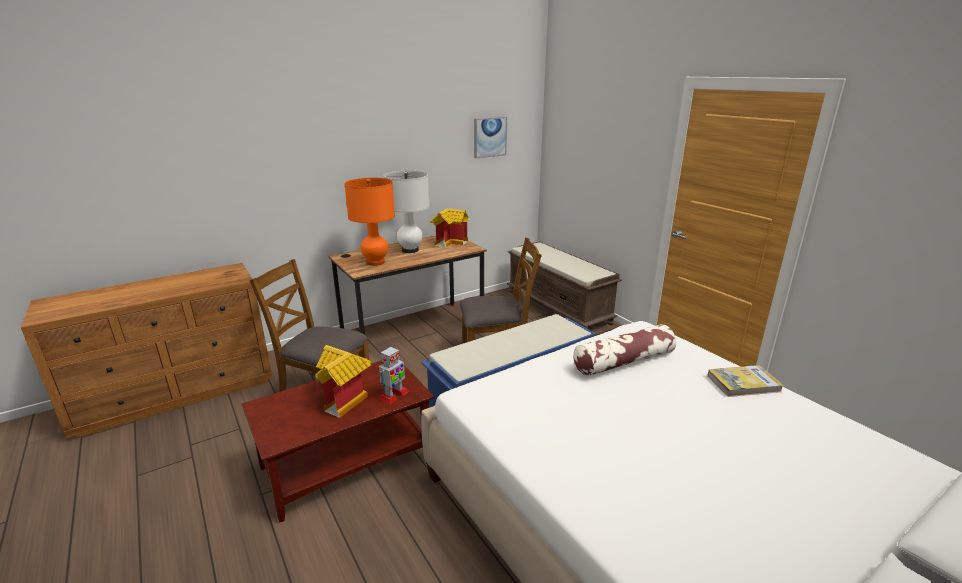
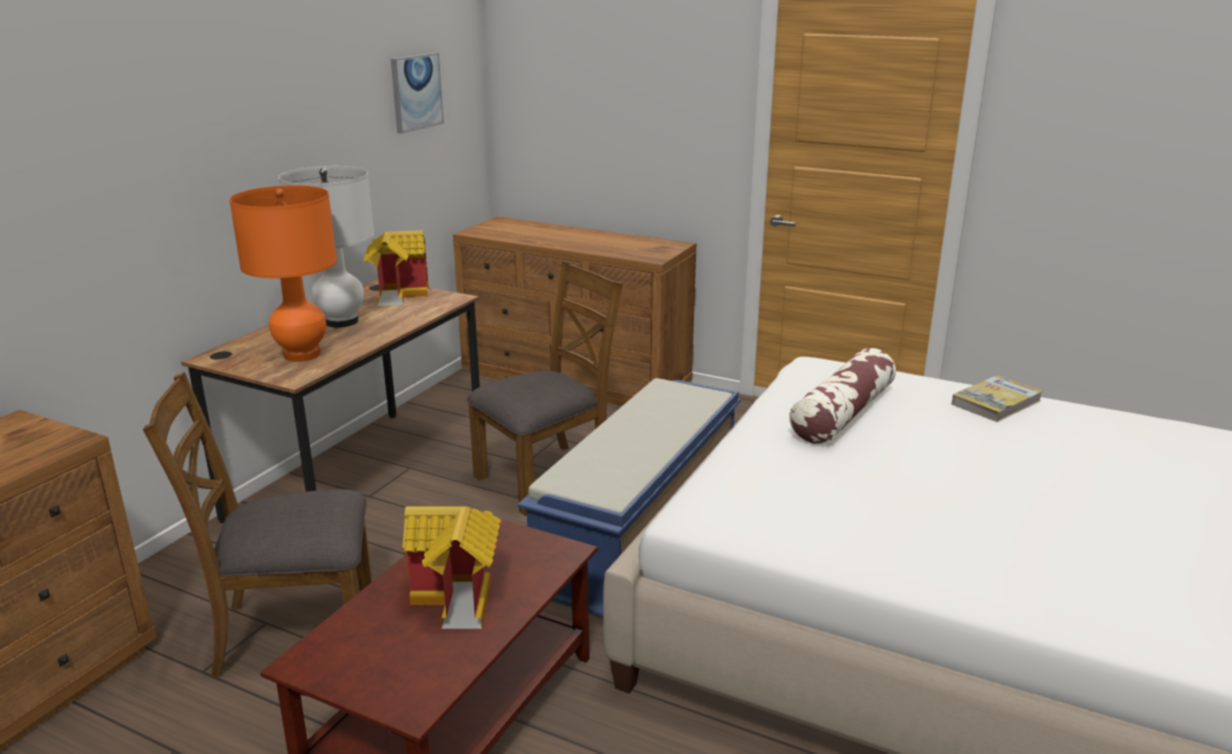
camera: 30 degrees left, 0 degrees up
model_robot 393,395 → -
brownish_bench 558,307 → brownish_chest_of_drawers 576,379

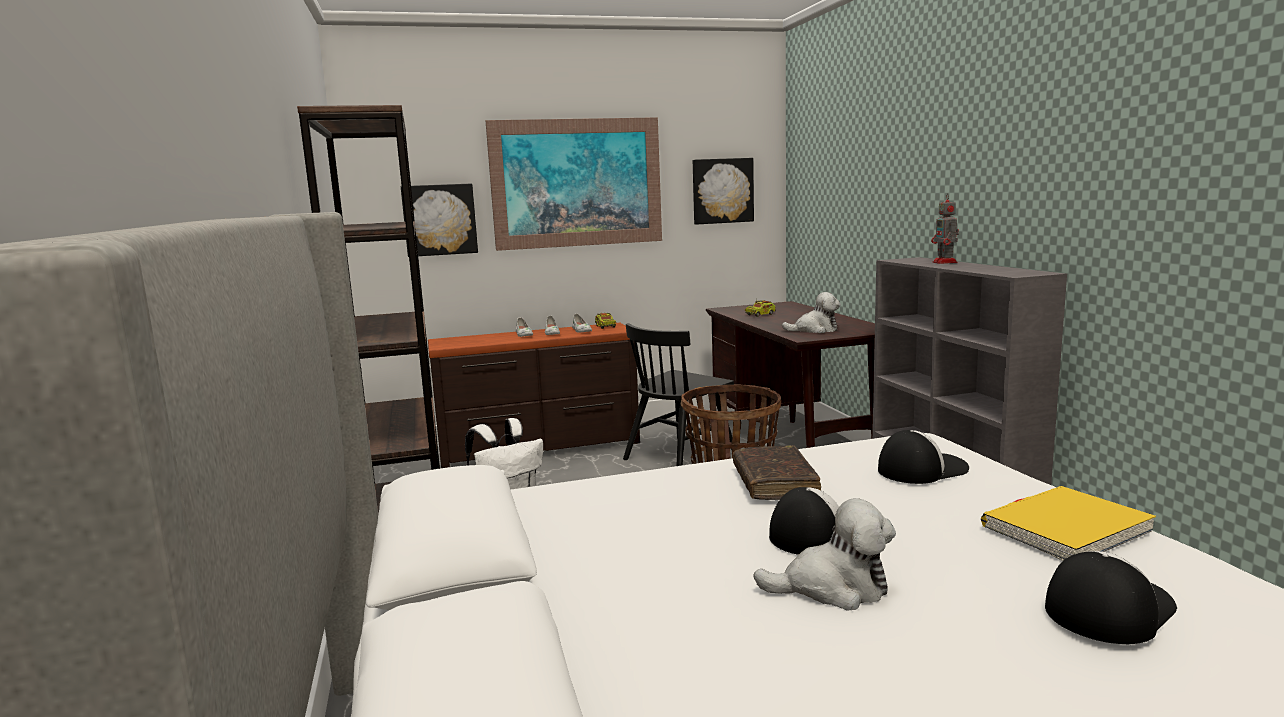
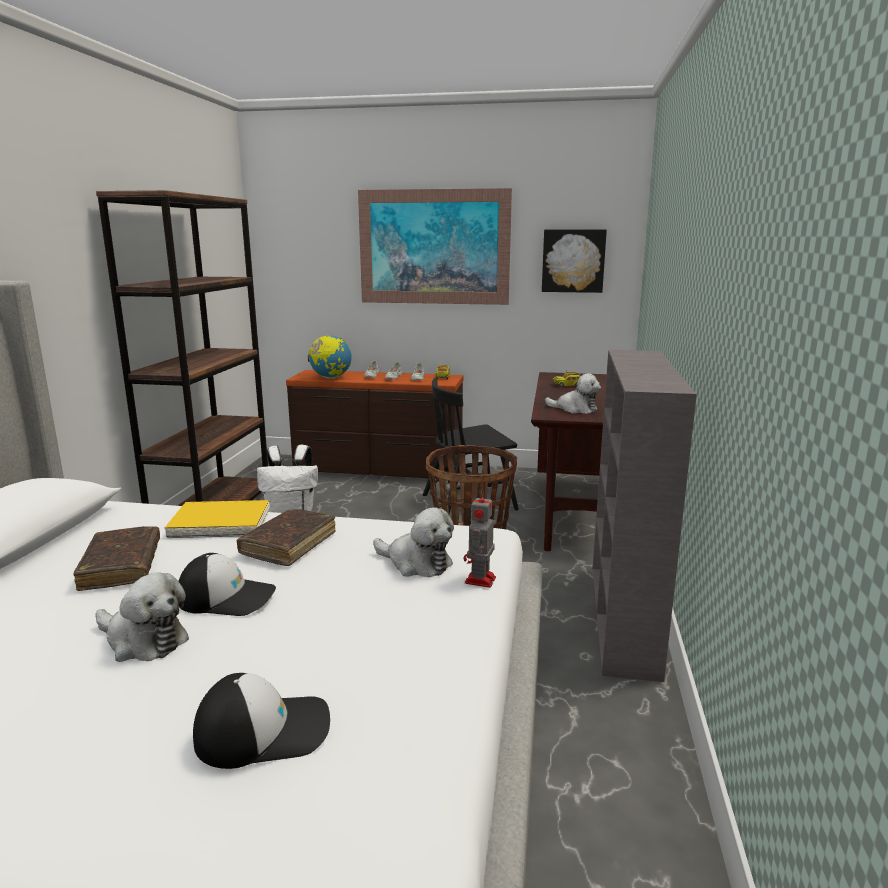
camera: 25 degrees right, 5 degrees up
picture 440,220 → -
baseball_cap 921,469 → cuddly_toy 416,563
model_robot 945,262 → model_robot 479,581, relocated
yellowish_bound_book 1065,530 → yellowish_bound_book 220,523, relocated
- → brownish_bound_book 121,567
- → world_globe 331,378

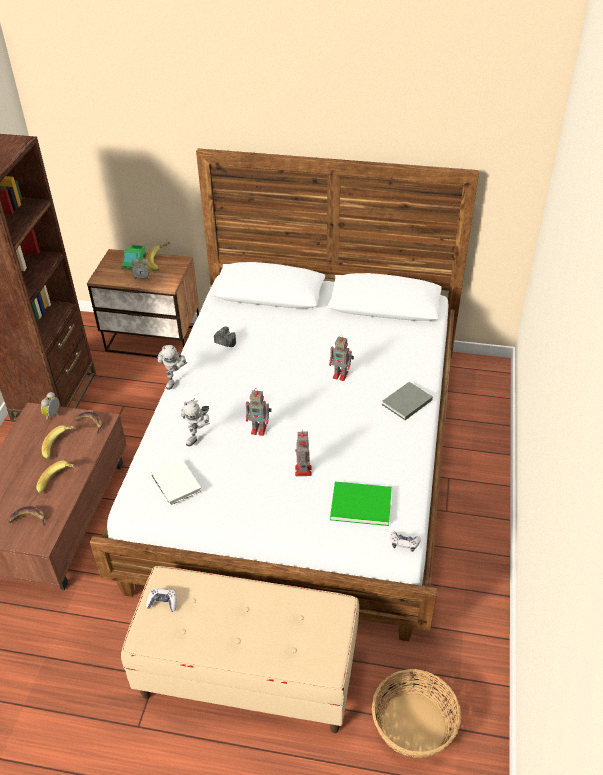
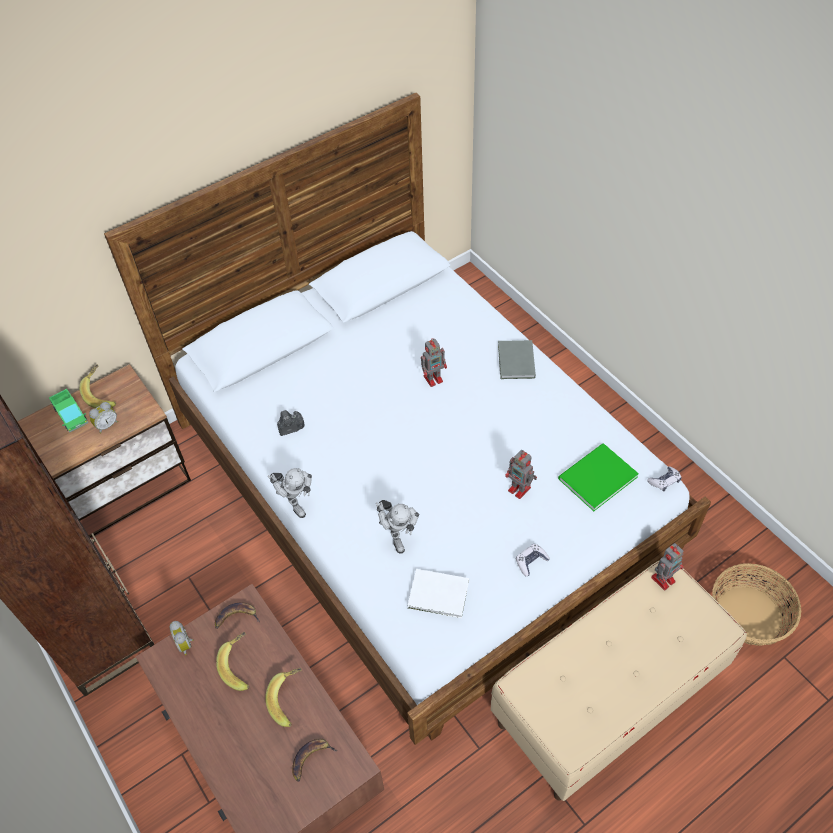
camera: 45 degrees left, 10 degrees up
gamepad 163,602 → gamepad 531,561, relocated
model_robot 259,429 → model_robot 664,578, relocated

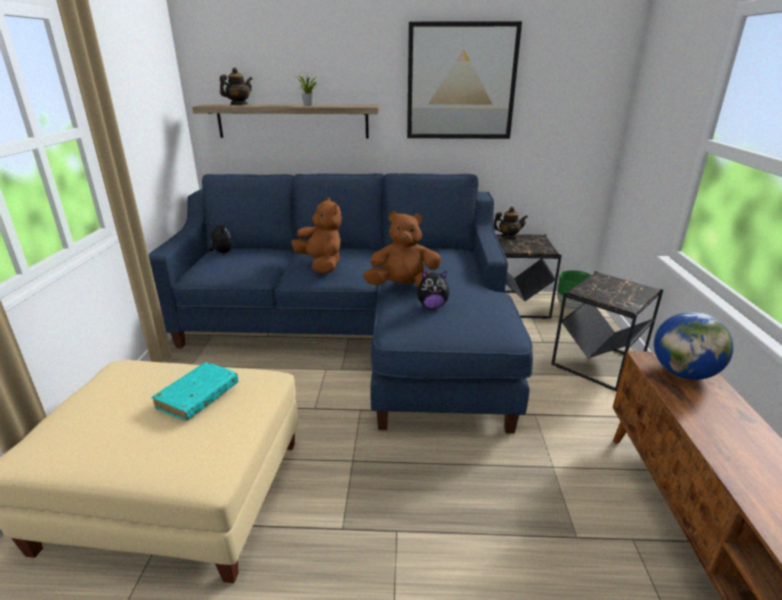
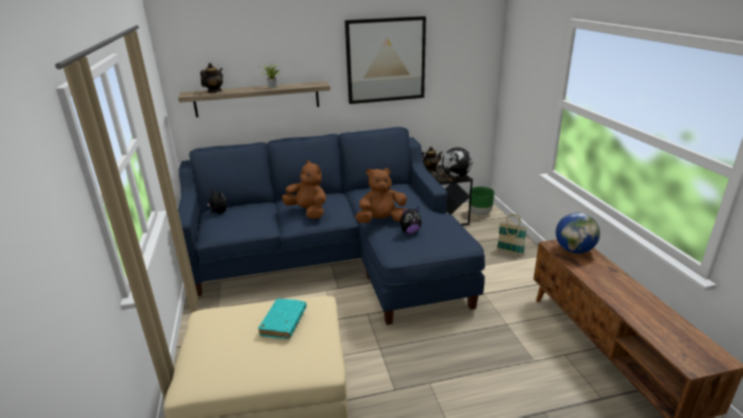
camera: 15 degrees left, 0 degrees up
black_side_table 596,363 → storage_basket 510,251
- → world_globe 456,176

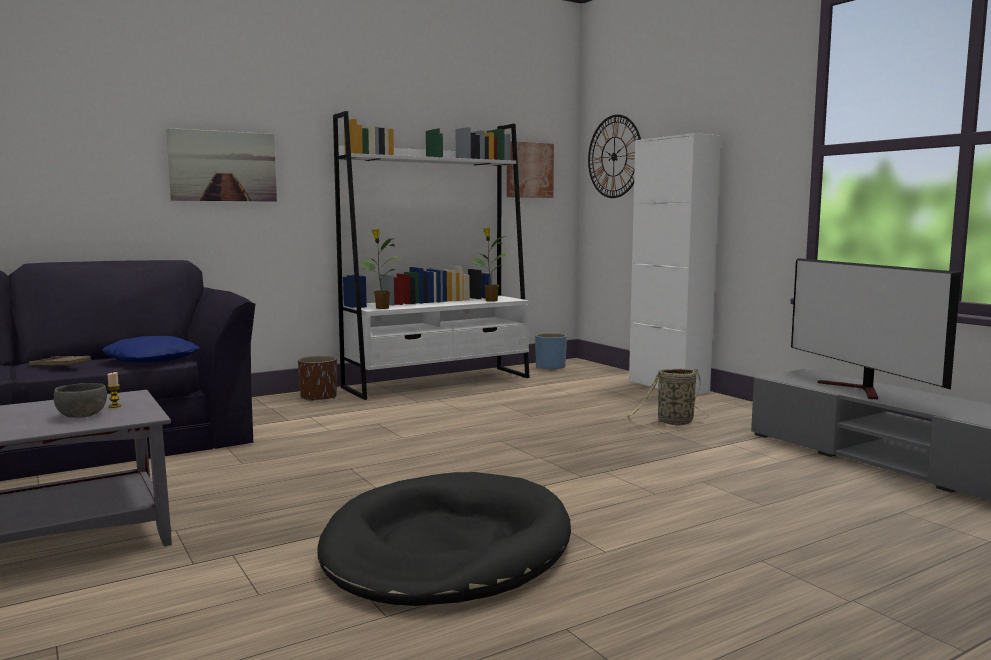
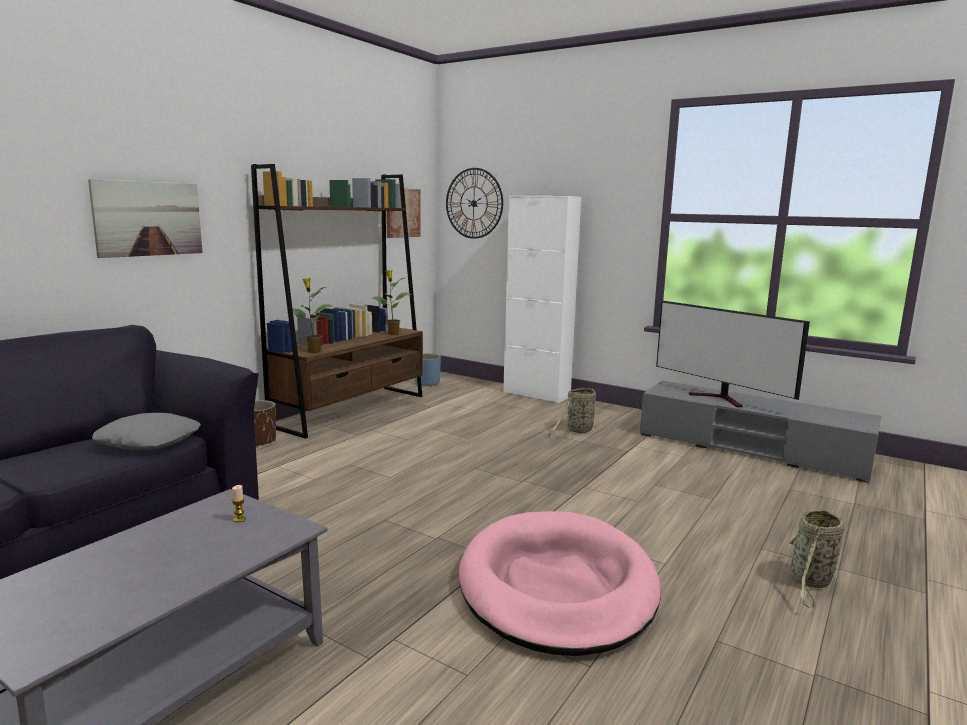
camera: 25 degrees left, 5 degrees up
brownish_serving_tray 60,366 → -
grey_serving_bowl 81,415 → -
blue_pillow 152,359 → grey_pillow 149,441
black_dog_cushion 447,548 → pink-coloured_dog_cushion 557,587
white_shelving_unit 438,382 → brownish_shelving_unit 351,410
- → storage_basket 810,582

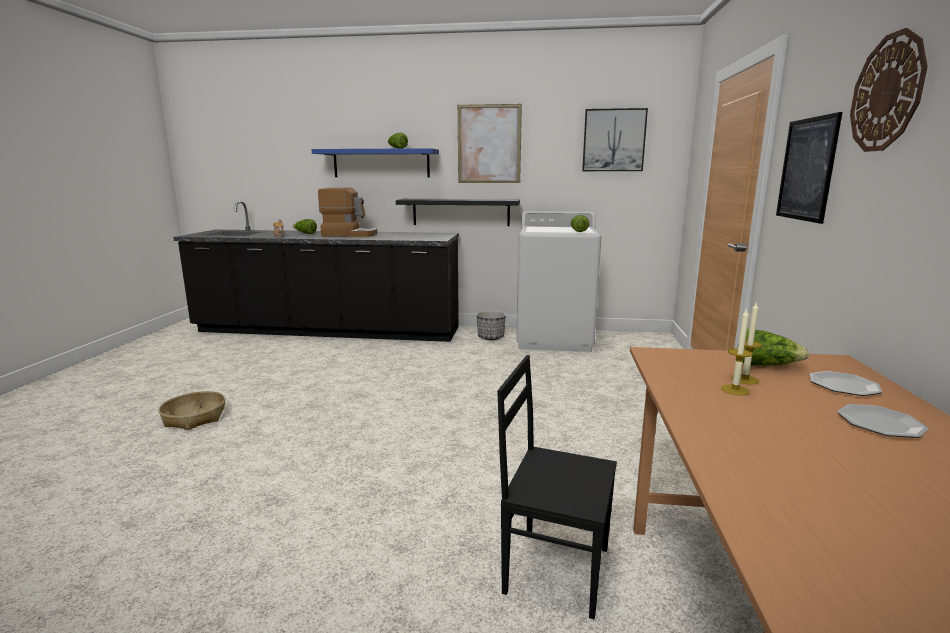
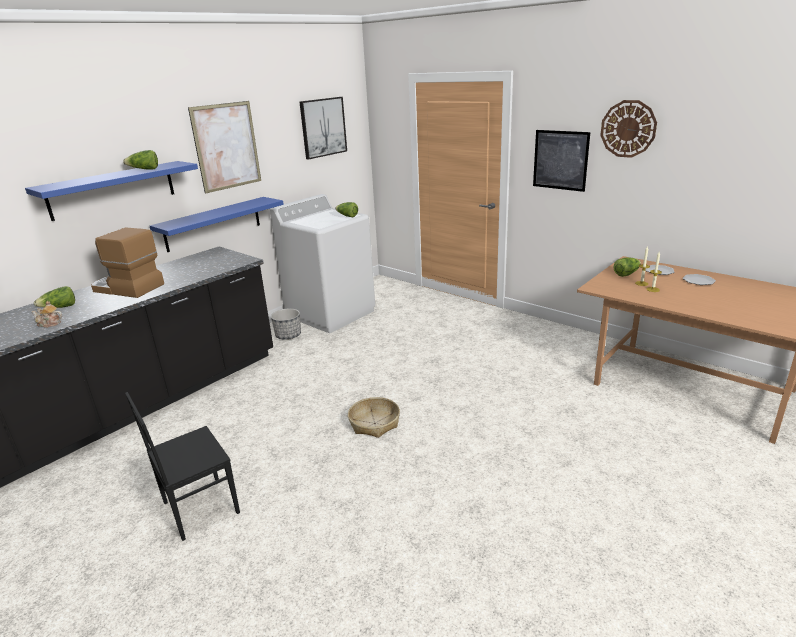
camera: 55 degrees left, 10 degrees up
storage_basket 195,418 → storage_basket 374,423, relocated
coffee_maker 349,234 → coffee_maker 127,288, 105 degrees counterclockwise
black_shelf 461,212 → blue_shelf 213,224
black_upright_chair 555,568 → black_upright_chair 199,507, relocated

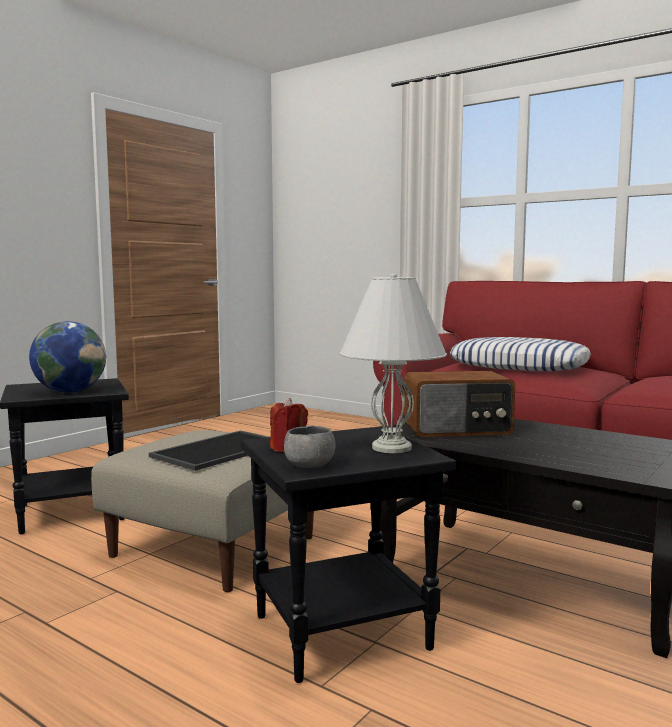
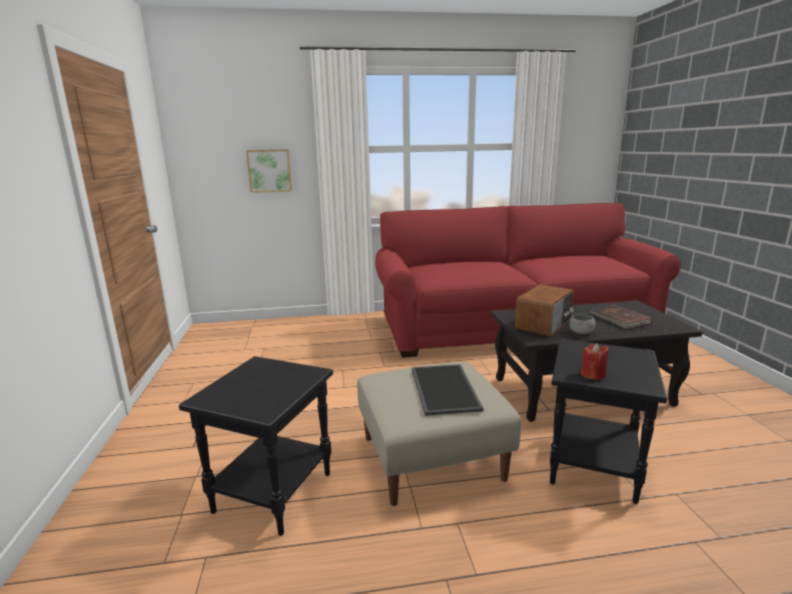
camera: 45 degrees left, 10 degrees up
world_globe 70,392 → -
grey_serving_bowl 309,466 → grey_serving_bowl 581,332, relocated
white_table_lamp 391,448 → -
pillow 519,365 → -
- → picture 269,170
- → brownish_bound_book 619,319

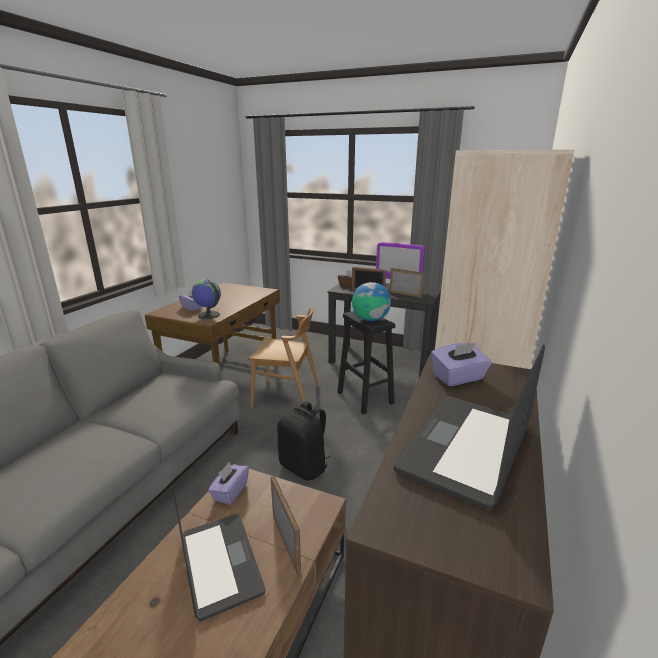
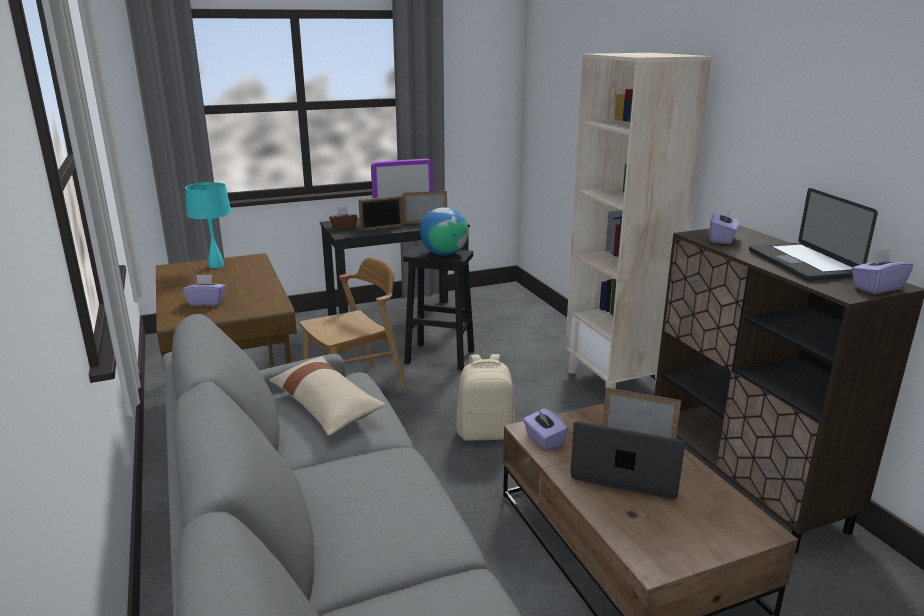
camera: 45 degrees left, 0 degrees up
world_globe 208,315 → -
black_rucksack 304,467 → beige-coloured_rucksack 485,433
- → blue-green_table_lamp 216,265
- → beige-coloured_pillow 325,406
- → purplish_box_of_tissues 876,288

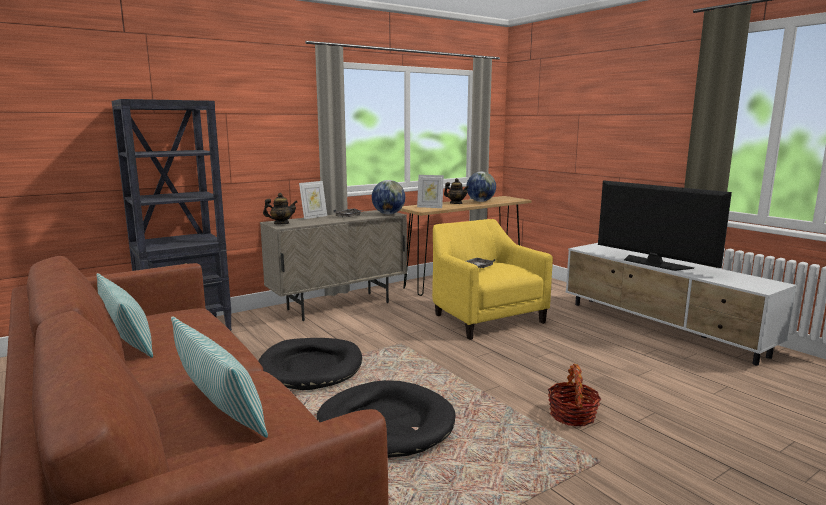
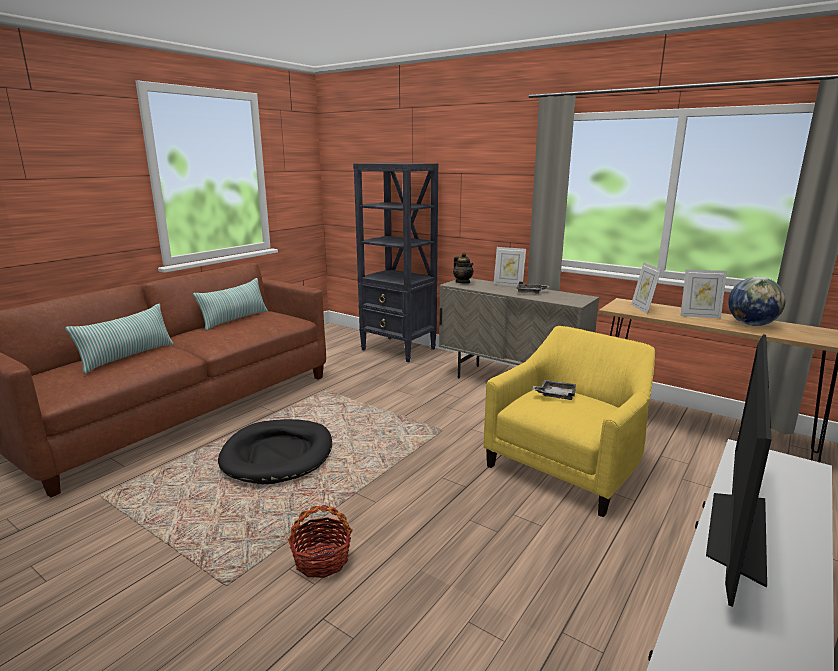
camera: 70 degrees right, 5 degrees up
black_dog_cushion 311,367 → -
world_globe 388,214 → -
teapot 456,203 → picture_frame 699,316

